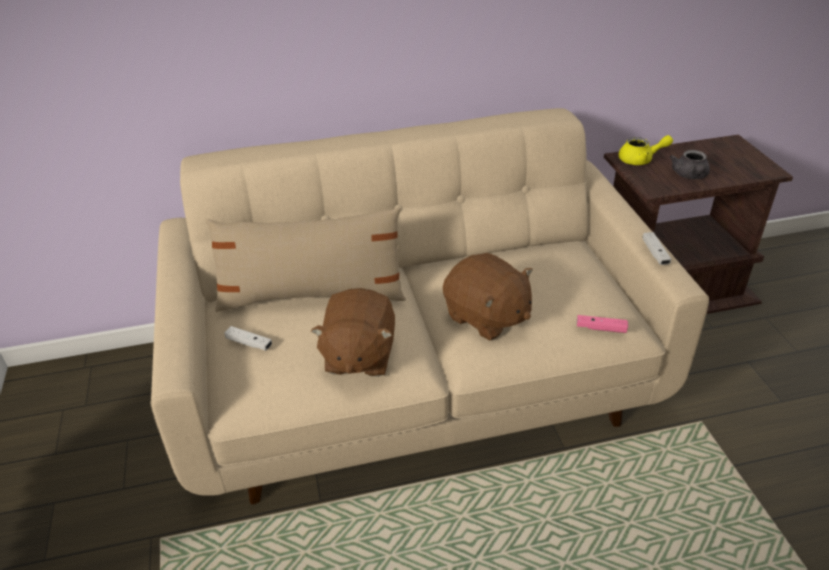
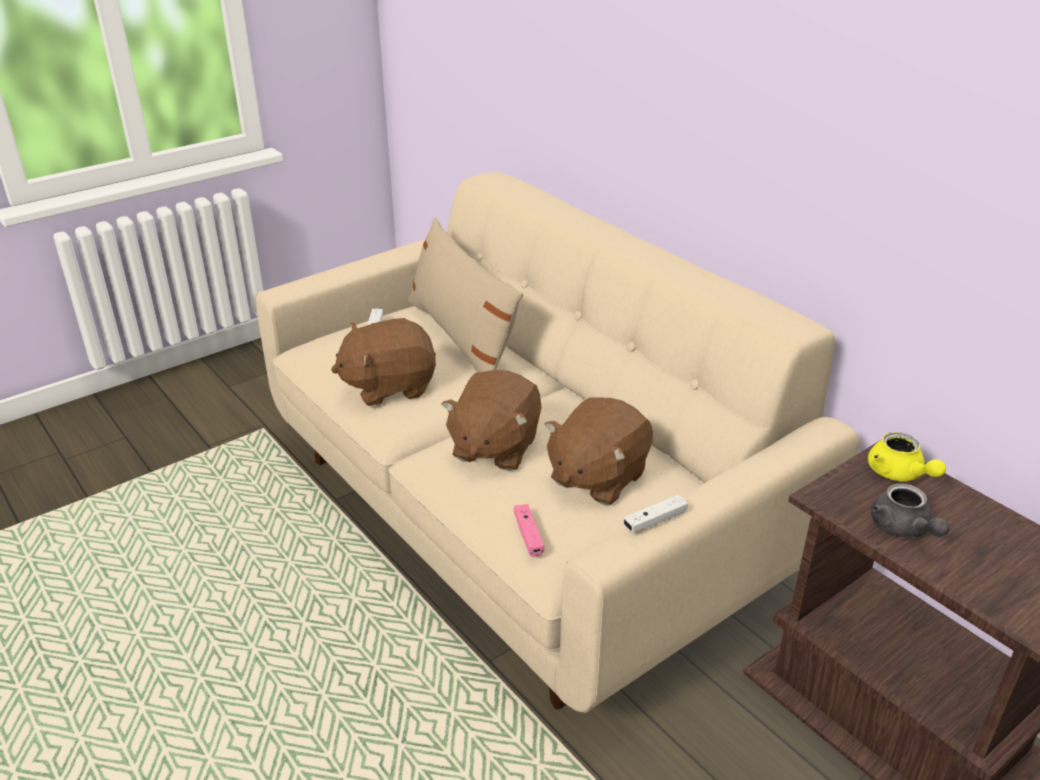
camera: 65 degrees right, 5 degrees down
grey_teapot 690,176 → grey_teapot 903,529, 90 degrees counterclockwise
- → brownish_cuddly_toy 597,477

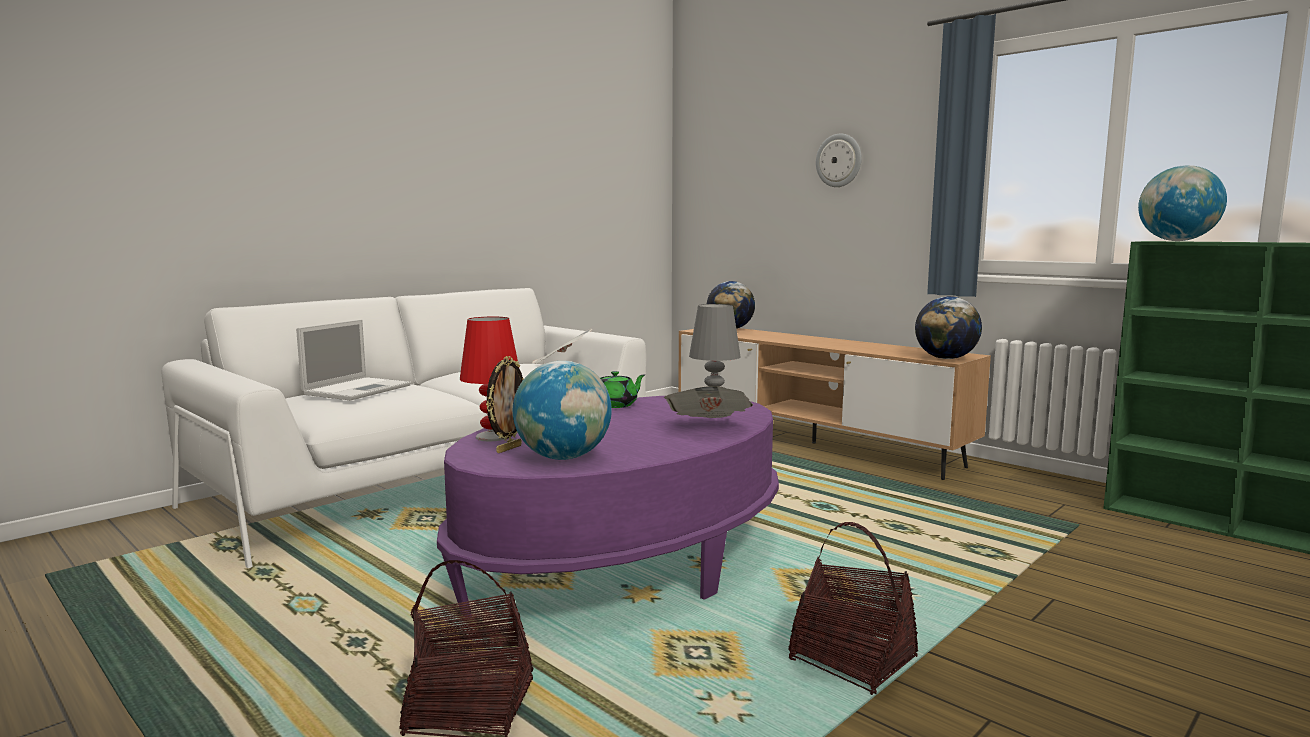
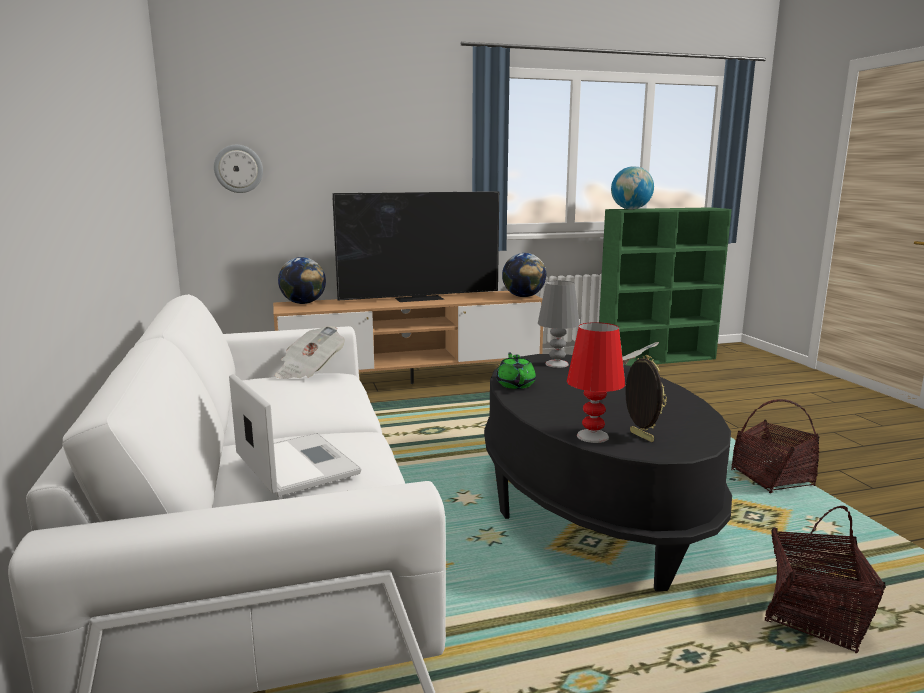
camera: 60 degrees left, 5 degrees up
purplish_coffee_table 625,562 → black_coffee_table 590,504
world_globe 563,457 → -
wall_clock 839,160 → wall_clock 238,169, relocated
- → TV_set 420,298

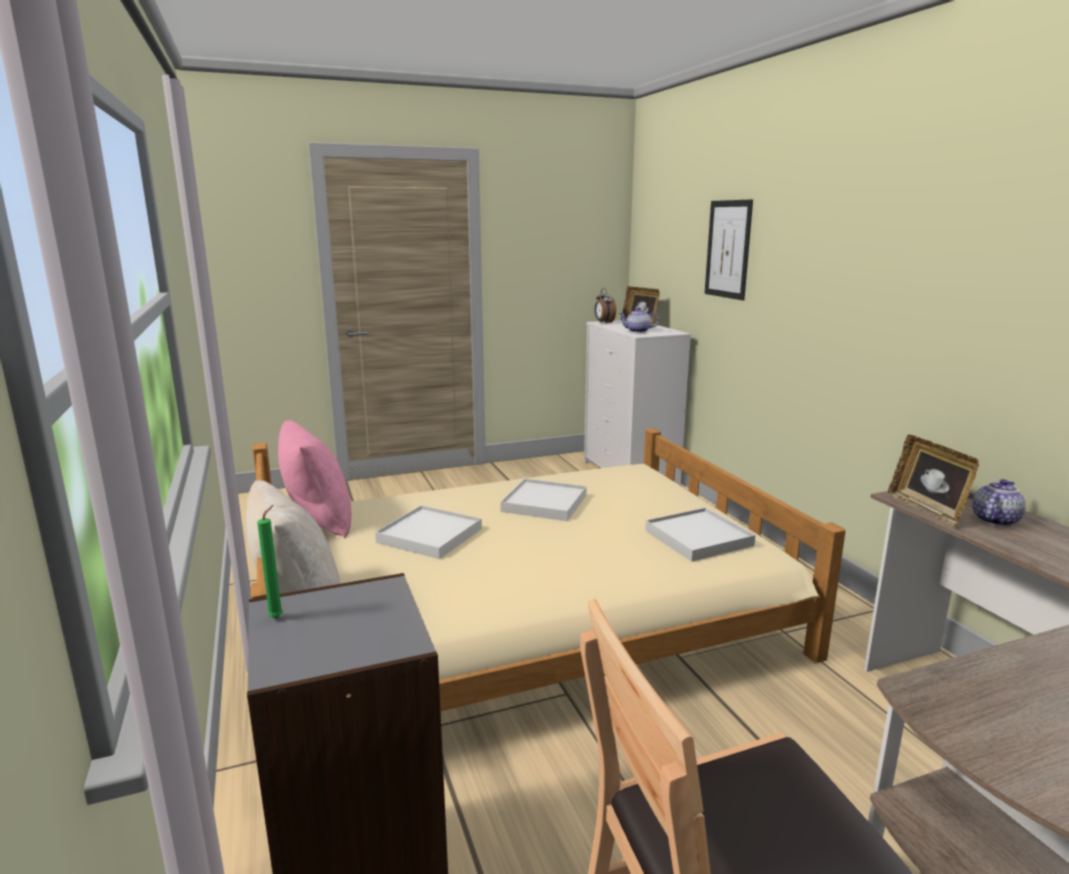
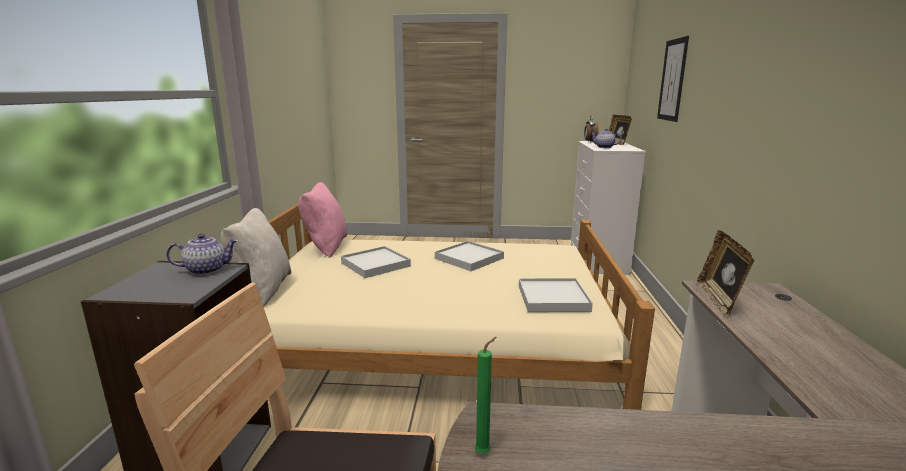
camera: 25 degrees right, 0 degrees up
green_candle 278,617 → green_candle 484,452, relocated
teapot 993,520 → teapot 207,270, relocated

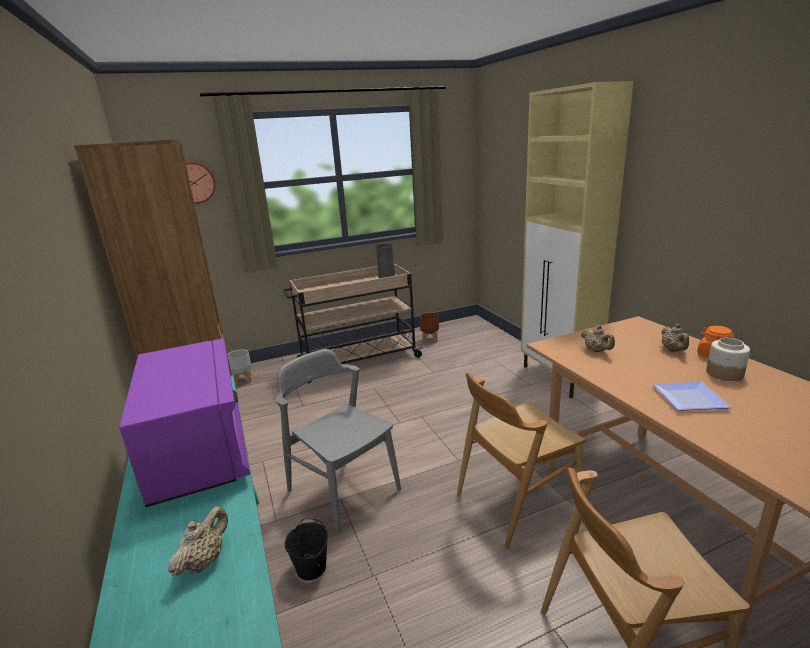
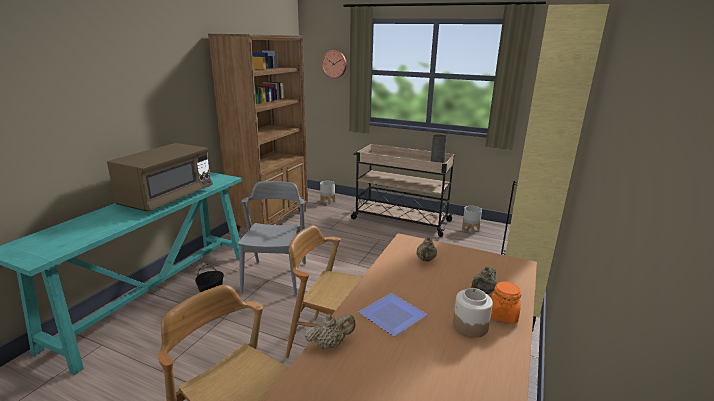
camera: 45 degrees right, 0 degrees up
purplish_kitchen_microwave 199,451 → brownish_kitchen_microwave 167,198
beige-coloured_teapot 204,561 → beige-coloured_teapot 330,344, relocated
brownish_flower_pot 430,339 → grey_flower_pot 470,230

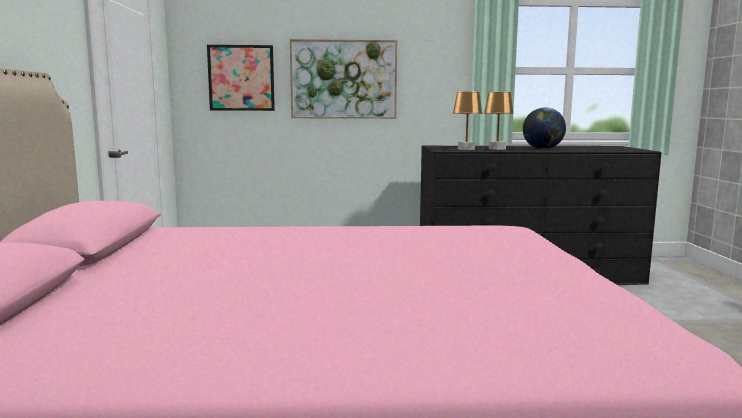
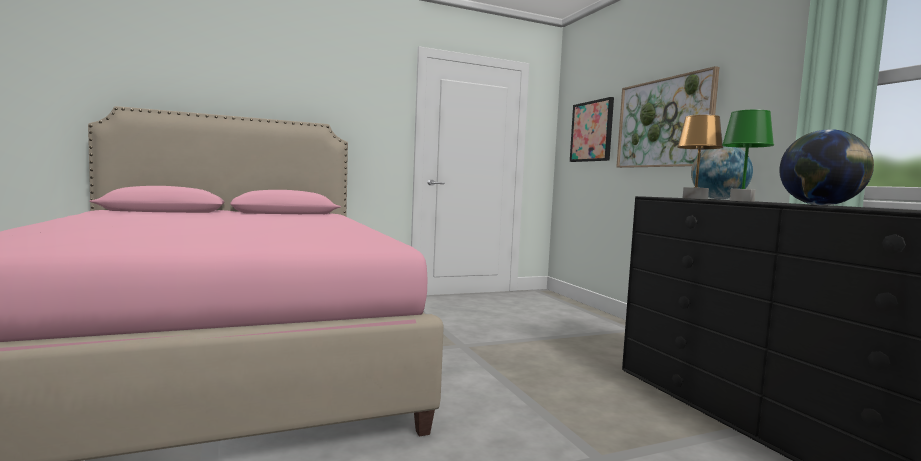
camera: 70 degrees right, 5 degrees down
brownish_table_lamp 497,149 → green_table_lamp 742,201
- → world_globe 718,199

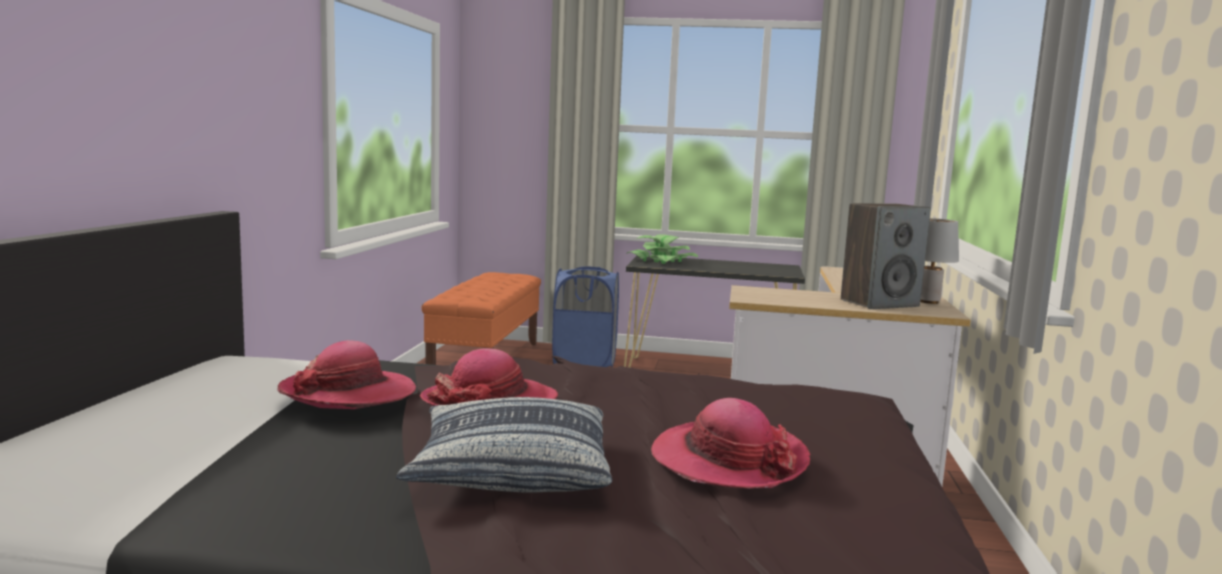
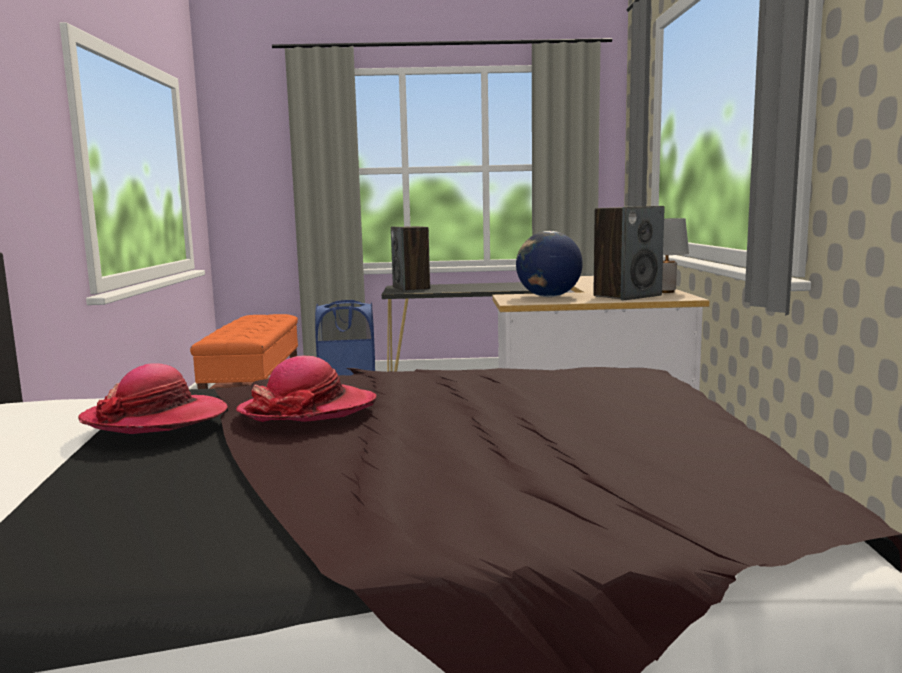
camera: 10 degrees left, 0 degrees up
pillow 511,469 → -
potted_plant 662,261 → speaker 411,288
wearable_hat 729,460 → -
- → world_globe 548,297

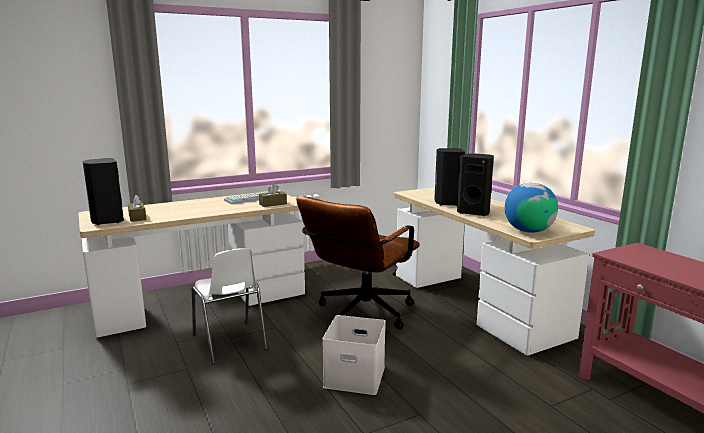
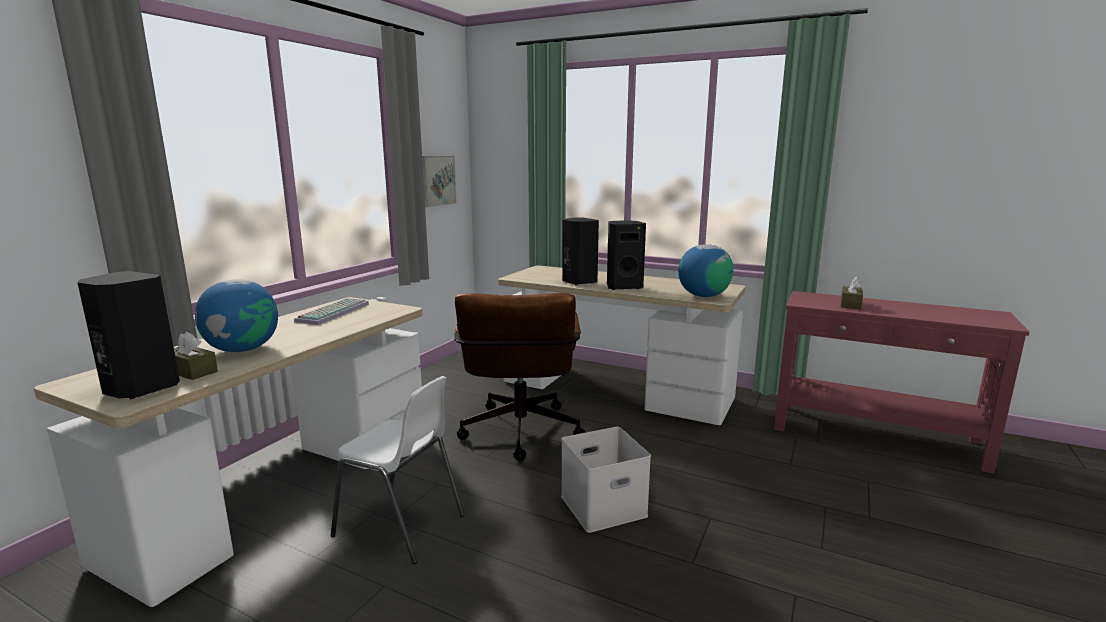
camera: 35 degrees left, 0 degrees up
brownish_box_of_tissues 273,204 → brownish_box_of_tissues 850,304, relocated
- → world_globe 242,349
- → picture 436,180

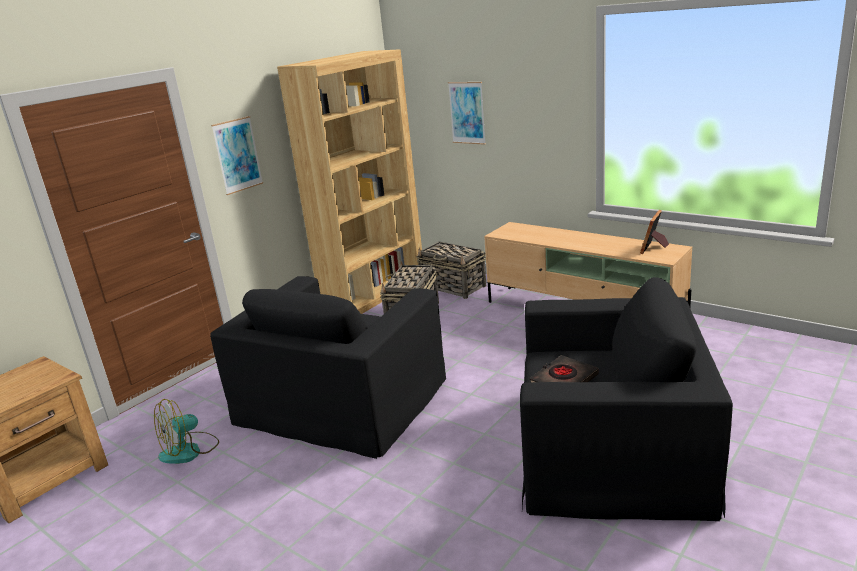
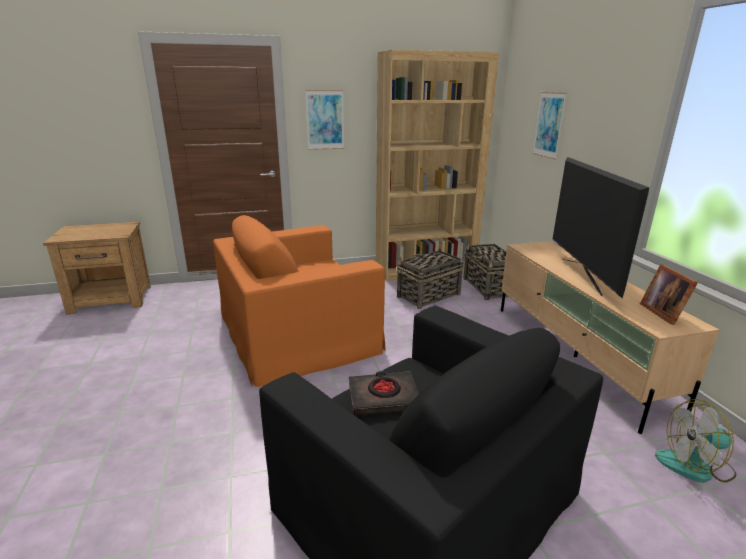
camera: 35 degrees right, 0 degrees up
electric_fan 189,450 → electric_fan 695,466, relocated
black_easy_chair 341,399 → orange_easy_chair 297,332
picture_frame 653,248 → picture_frame 663,313, 75 degrees counterclockwise
- → TV_set 581,276

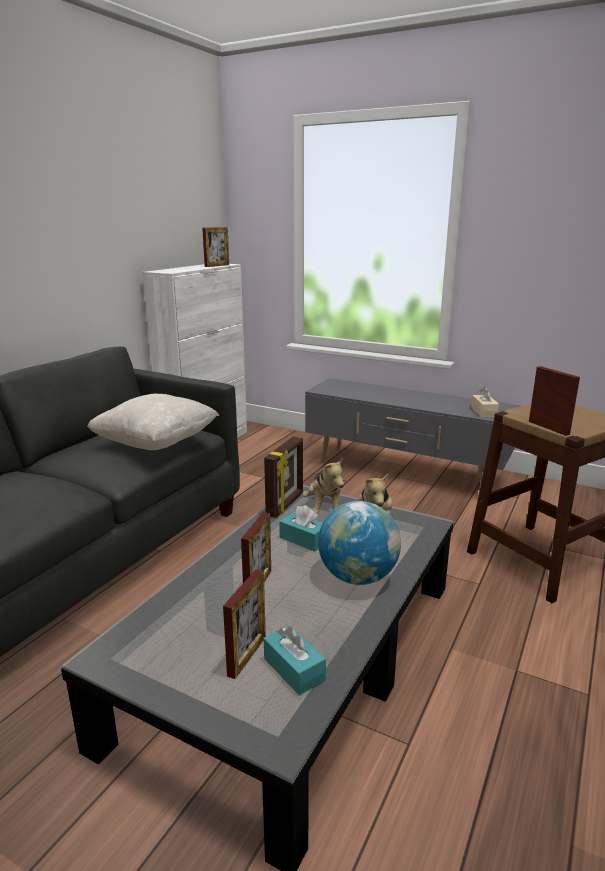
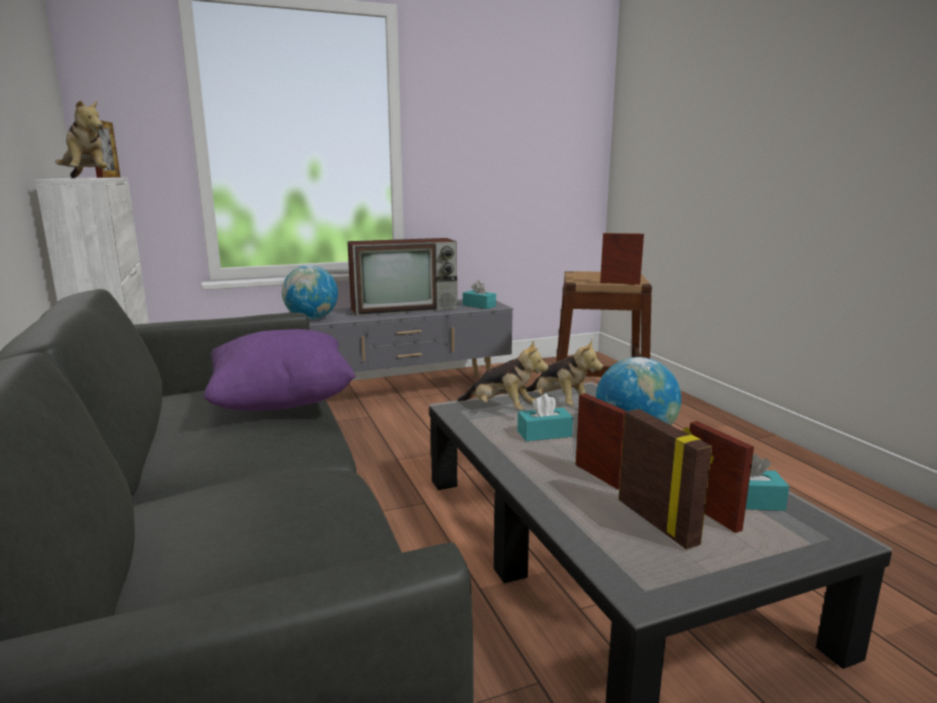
camera: 50 degrees left, 5 degrees down
beige-coloured_pillow 156,444 → purplish_pillow 282,403
picture_frame 286,504 → picture_frame 658,522, relocated
beige-coloured_box_of_tissues 484,412 → blue-green_box_of_tissues 479,305
- → cuddly_toy 86,178
- → world_globe 311,319
- → TV_set 406,308

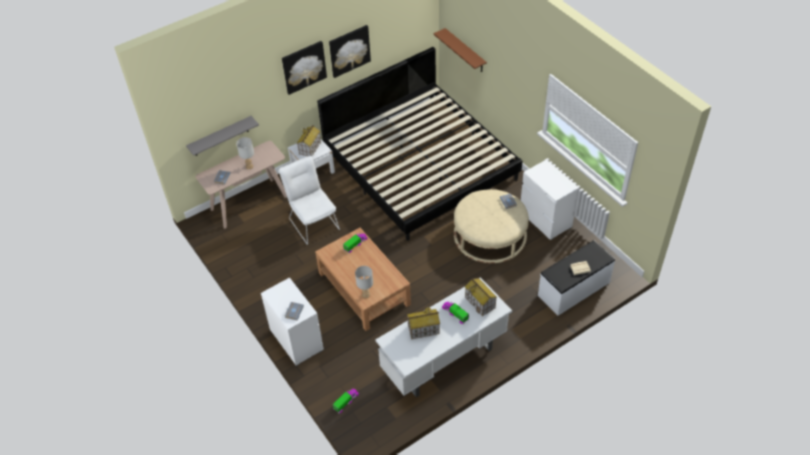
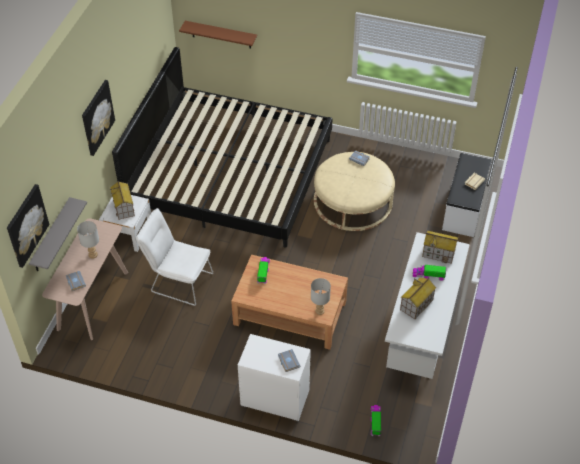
camera: 40 degrees left, 0 degrees up
picture 349,50 → picture 26,225, relocated
white_chest_of_drawers 545,219 → -

